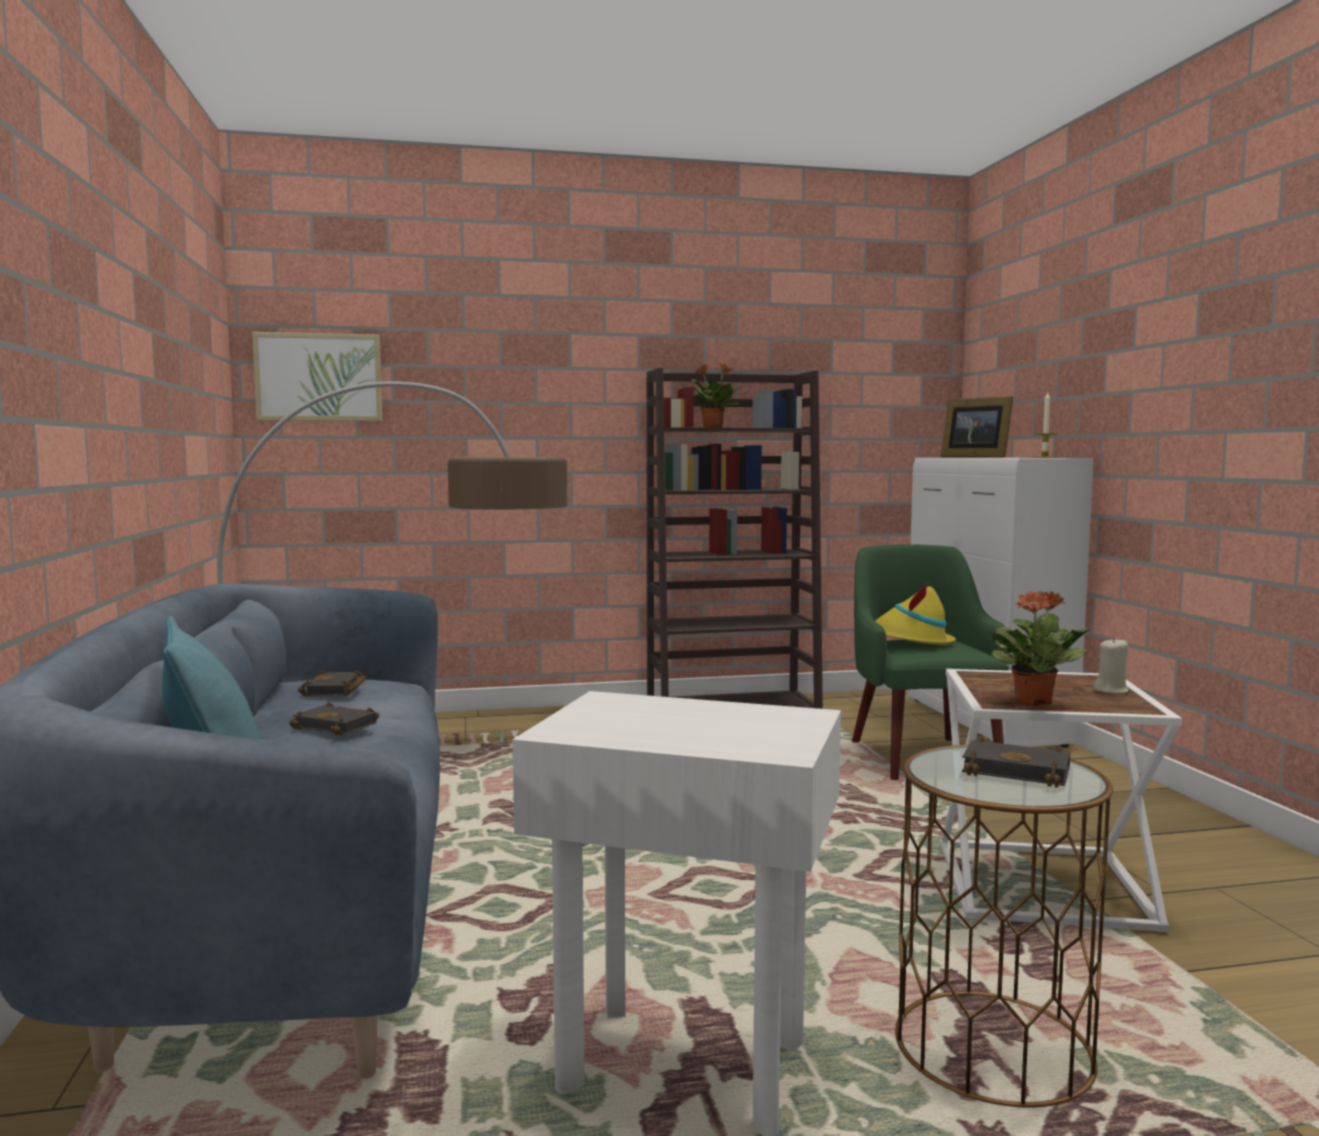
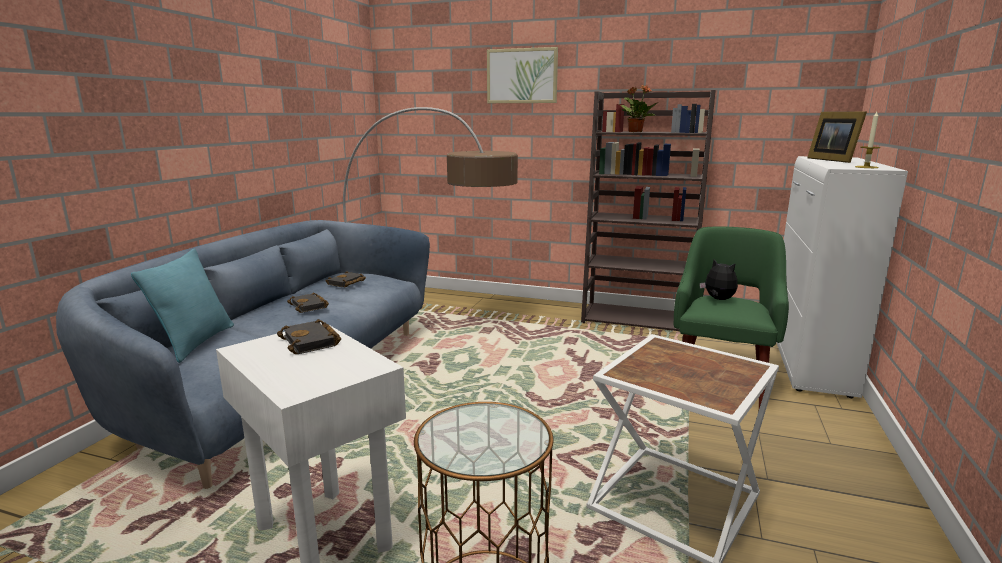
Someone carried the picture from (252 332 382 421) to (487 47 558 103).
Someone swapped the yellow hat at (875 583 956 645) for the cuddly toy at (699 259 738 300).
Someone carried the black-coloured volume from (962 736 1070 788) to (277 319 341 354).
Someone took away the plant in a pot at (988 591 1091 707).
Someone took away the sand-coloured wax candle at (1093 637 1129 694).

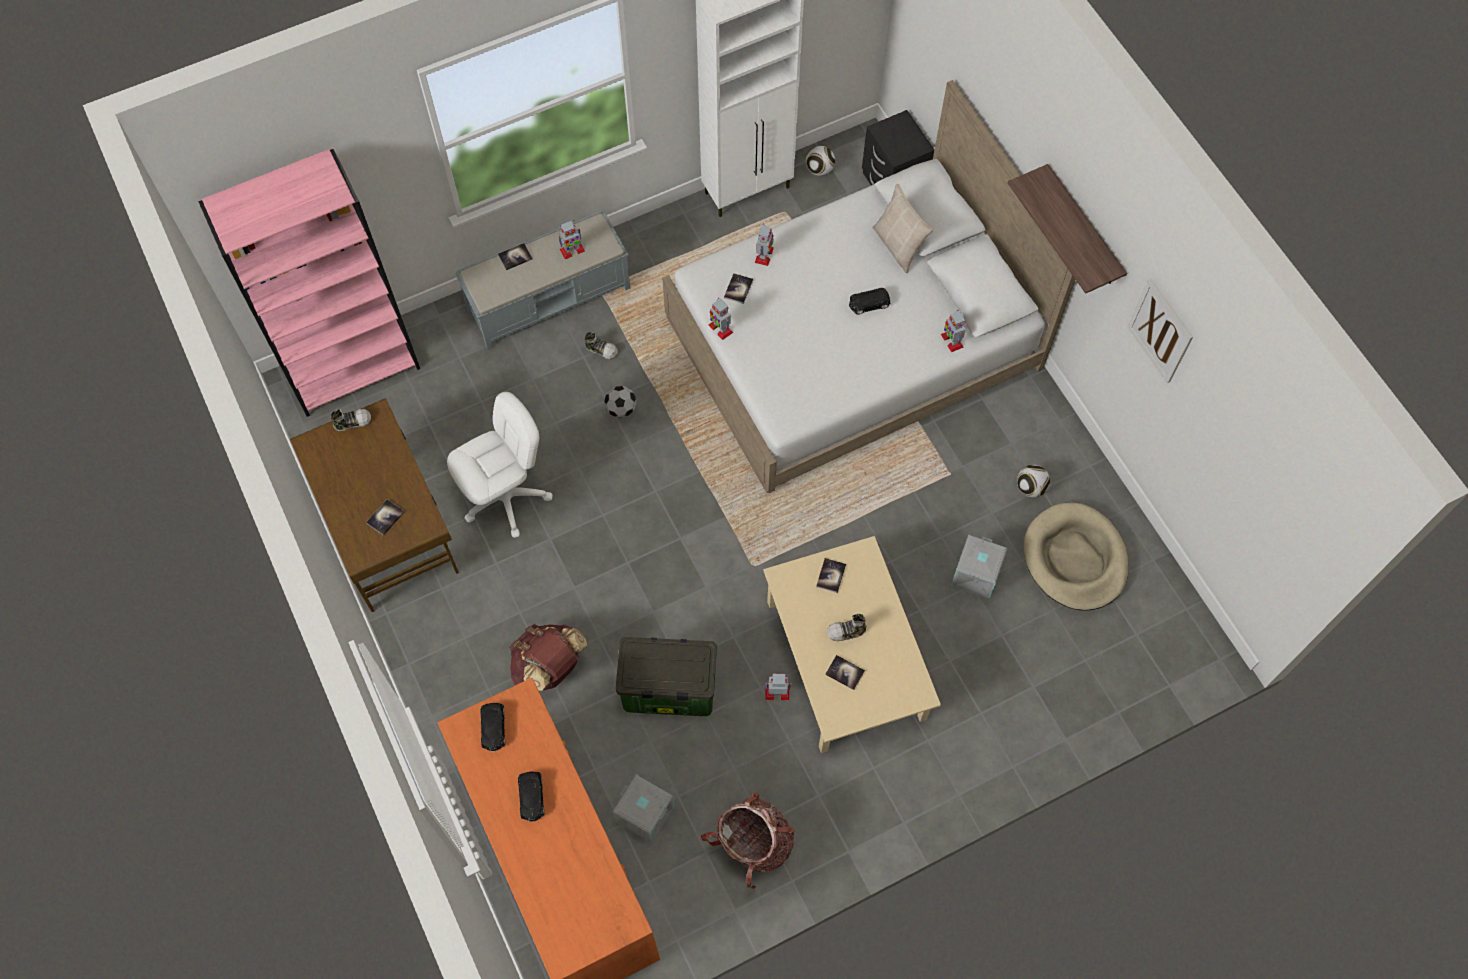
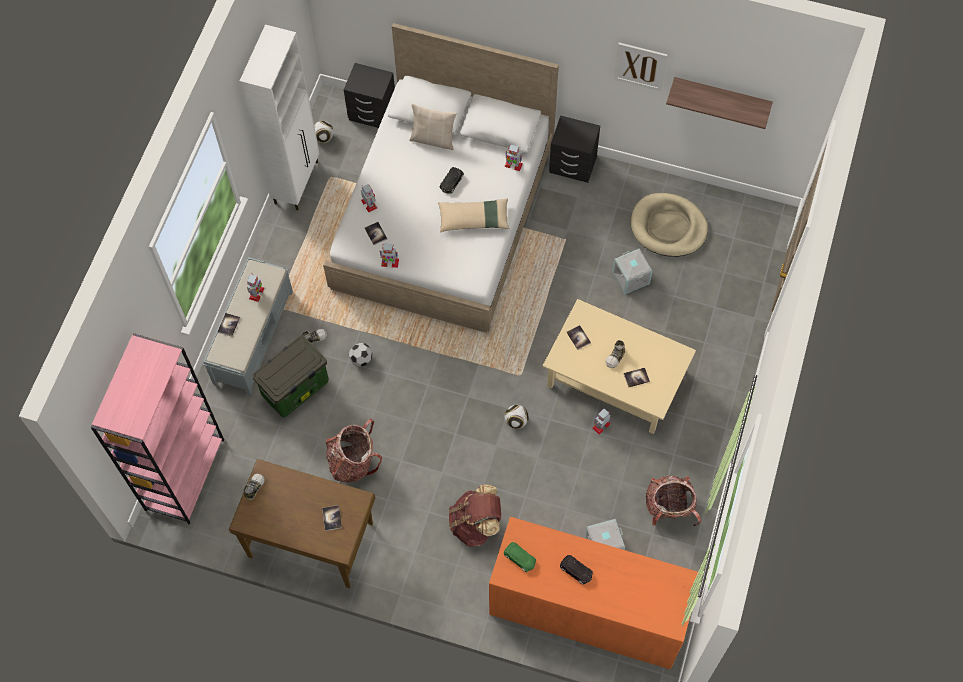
Someone swapped the white desk chair at (447 392 552 538) for the knapsack at (326 419 382 483).
Someone repainted the black-coloured toy car at (480 703 505 752), which became the green toy car at (504 542 536 572).
Someone carried the storage container from (616 637 717 716) to (252 335 329 417).
Someone carried the bracket shelf from (1008 164 1127 294) to (666 77 773 129).
Someone carried the ball for football from (1017 465 1050 497) to (504 405 529 429).
Someone put down the sand-coloured pillow at (438 198 509 232).
Someone put down the black-coloured bedside table at (549 115 600 183).

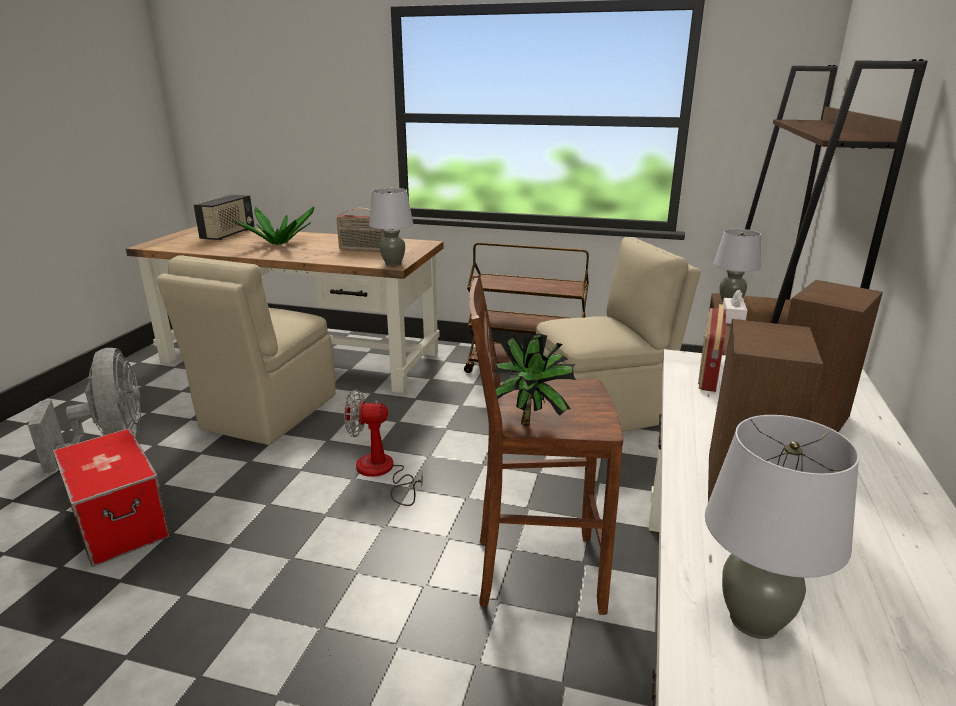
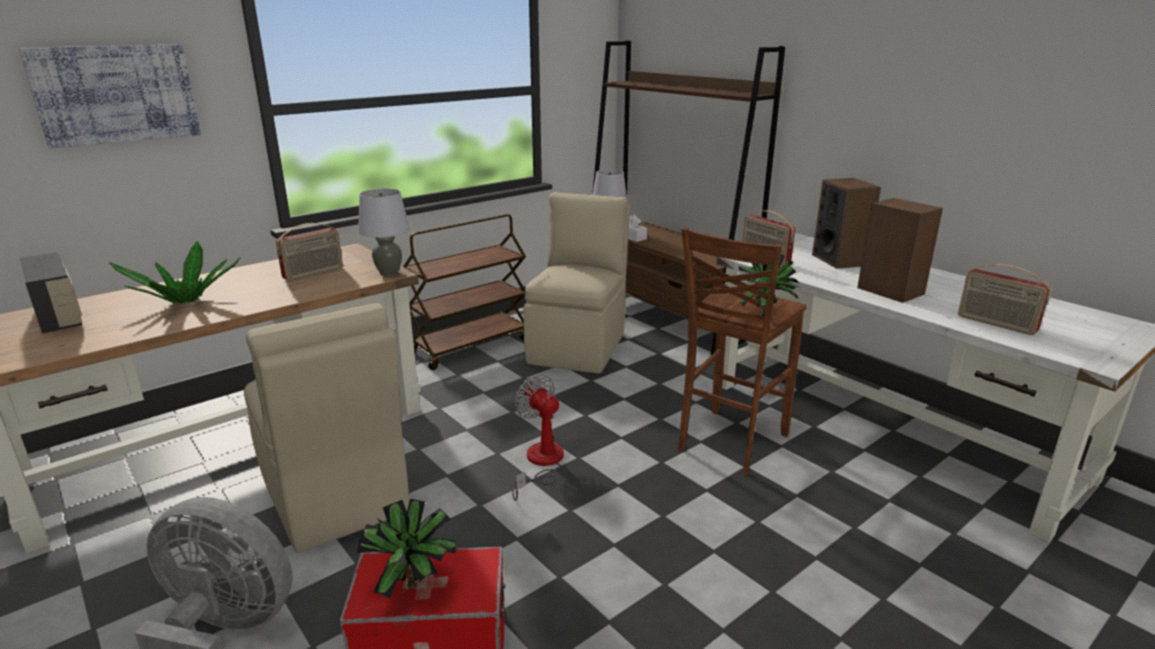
Someone rotated the fan at (344 390 423 506) by 105 degrees clockwise.
Someone swapped the grey lamp for a table at (705 415 860 639) for the radio at (958 264 1051 335).
Someone put up the picture at (19 44 201 148).
Someone put down the plant in a pot at (357 499 456 599).

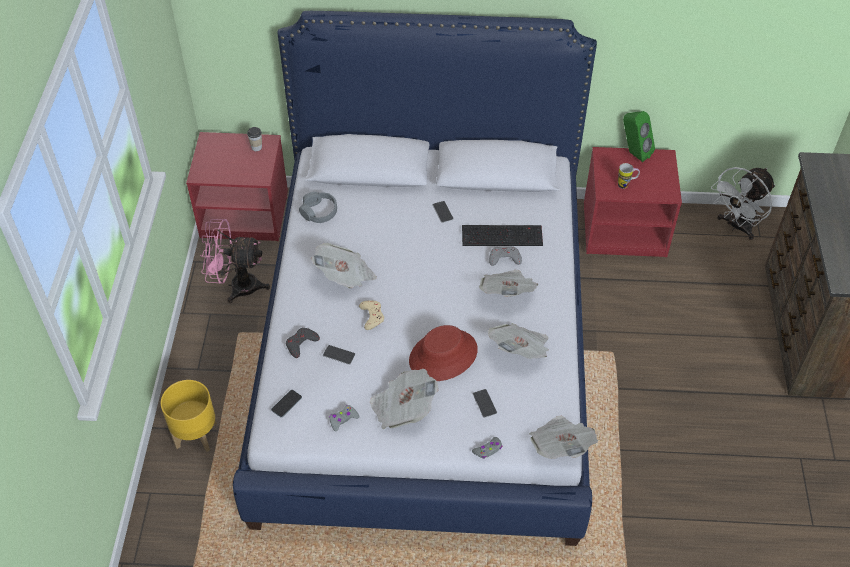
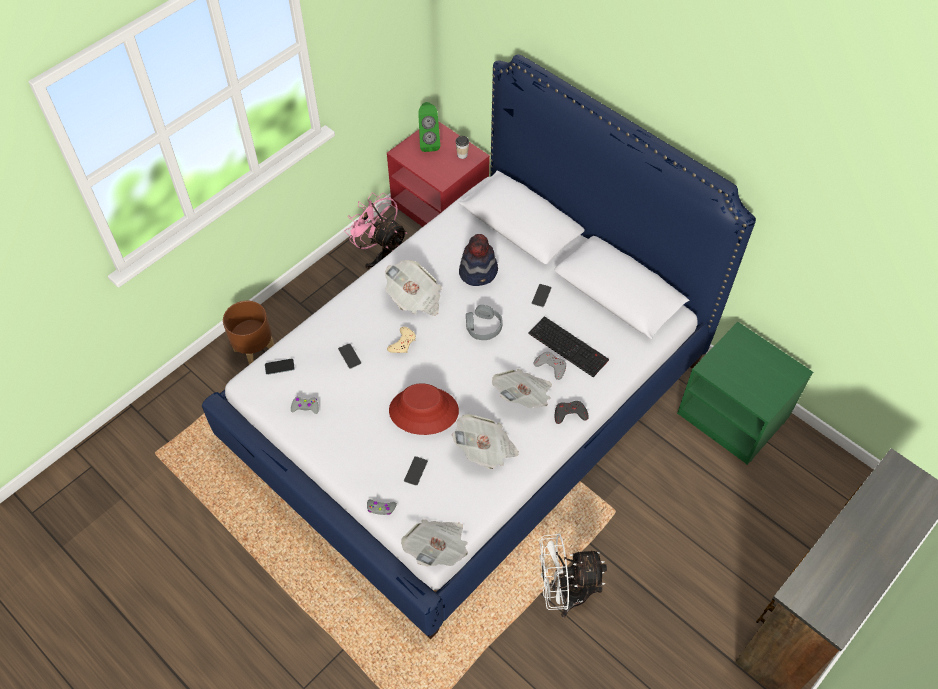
Someone repainted the yellow planter at (161 380 217 452), which became the brownish planter at (223 301 274 365).
Someone carried the grey joypad from (286 328 320 358) to (555 401 589 424).
Someone carried the grey pair of headphones from (299 192 337 223) to (466 305 503 340).
Someone took away the printed paper at (370 369 439 429).
Someone repainted the red-coloured bedside table at (584 147 682 257), which became the green bedside table at (677 322 813 465).
Someone took away the tea mug at (618 163 640 189).
Someone carried the green loudspeaker from (623 111 655 162) to (418 102 440 152).
Someone carried the white fan from (711 167 775 240) to (539 534 607 618).
Someone put down the hat at (459 234 498 286).

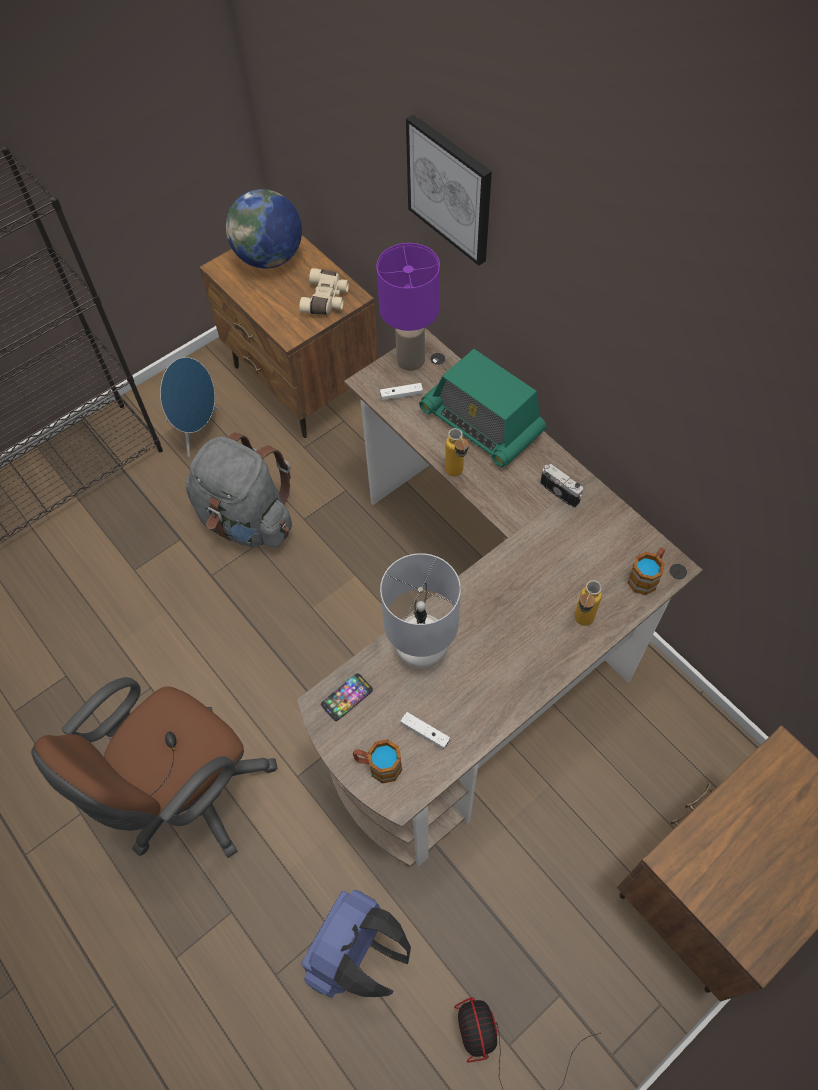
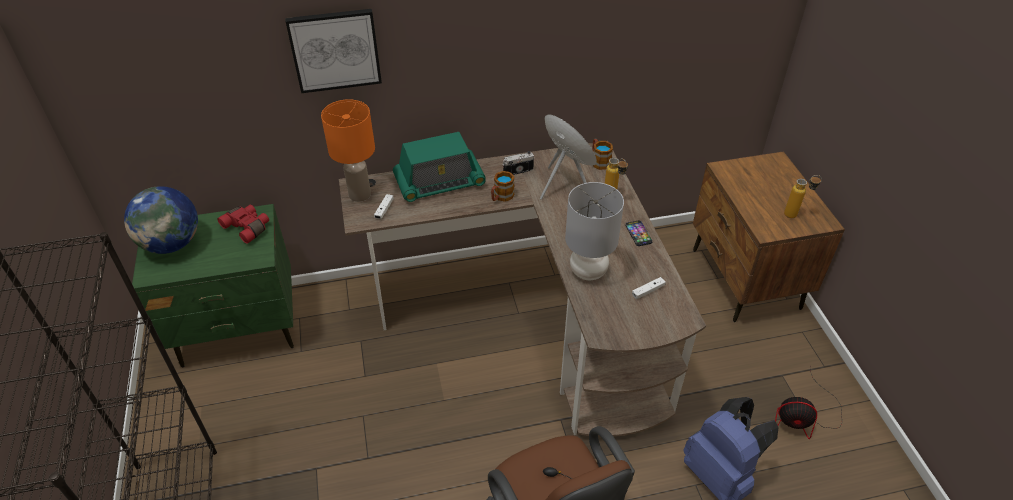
Someone carried the bluish loudspeaker from (160 357 219 457) to (540 115 597 200).
Someone took away the grey knapsack at (186 432 292 548).
Someone repainted the brownish bedside table at (200 235 378 438), which became the green bedside table at (132 204 294 367).
Someone repainted the sand-coloured field glasses at (299 268 349 314), which became the red-coloured field glasses at (217 205 269 244).
Someone carried the handset from (321 673 373 721) to (625 221 652 246).
Someone carried the tea mug from (353 739 402 784) to (491 171 515 202).
Someone repainted the purple lamp for a table at (376 243 440 371), which became the orangey lamp for a table at (321 99 375 202).
Someone carried the bottle from (445 428 469 477) to (784 175 822 218).

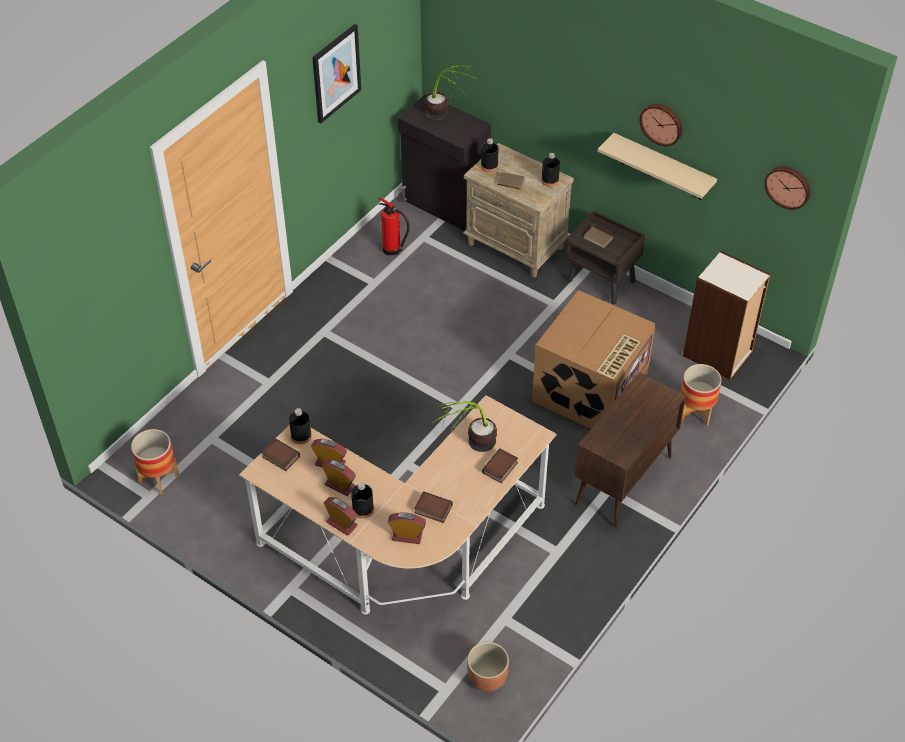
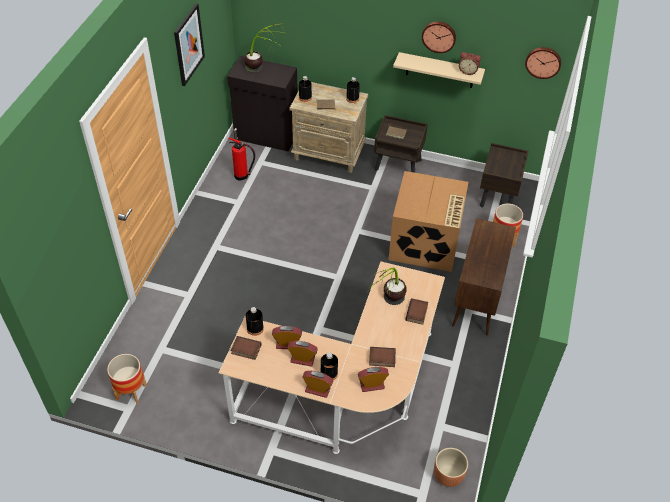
Someone swapped the bookcase at (683 251 770 380) for the brownish bedside table at (480 143 529 207).
Someone put down the bedside clock at (459 52 481 75).

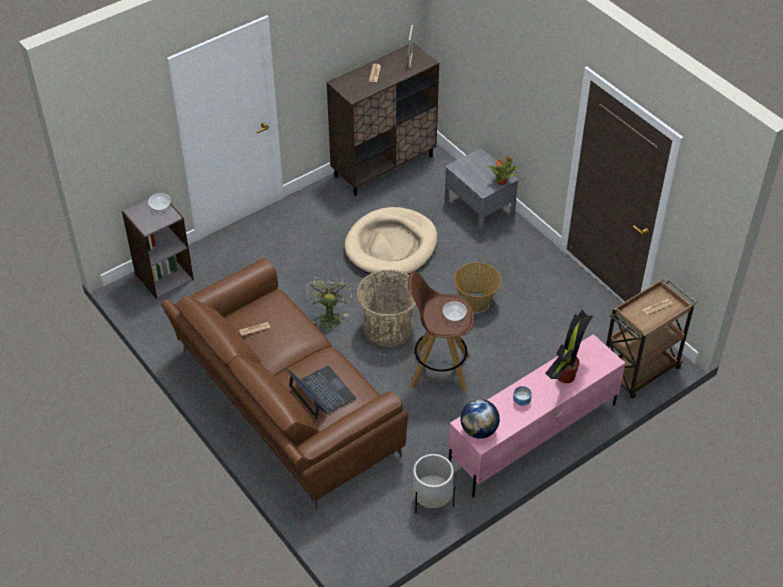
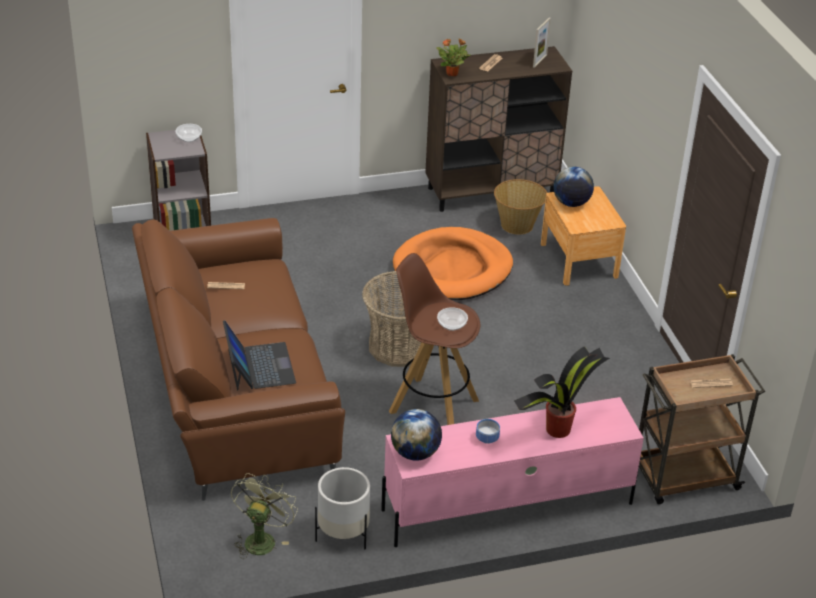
Someone carried the green fan from (306 275 353 333) to (231 473 298 559).
Someone repainted the sand-coloured dog cushion at (345 207 438 277), which became the orangey dog cushion at (393 227 513 300).
Someone repainted the grey bedside table at (444 148 518 235), which became the brownish bedside table at (541 186 626 286).
Someone carried the household basket from (454 262 501 312) to (494 179 547 235).
Someone carried the plant in a pot from (488 156 519 185) to (436 38 470 76).
Someone put down the world globe at (554 167 594 207).

